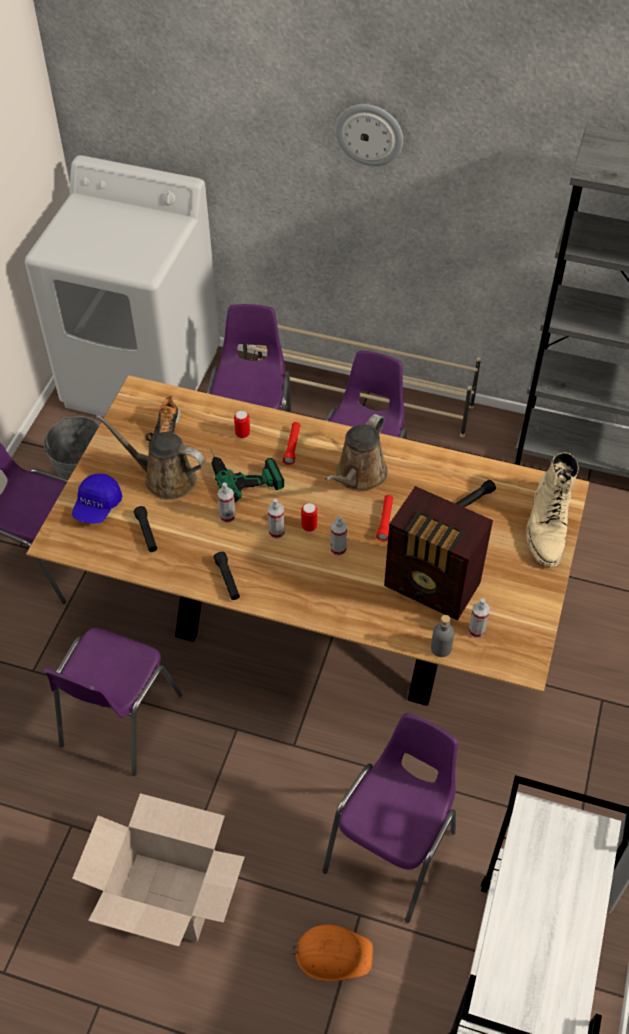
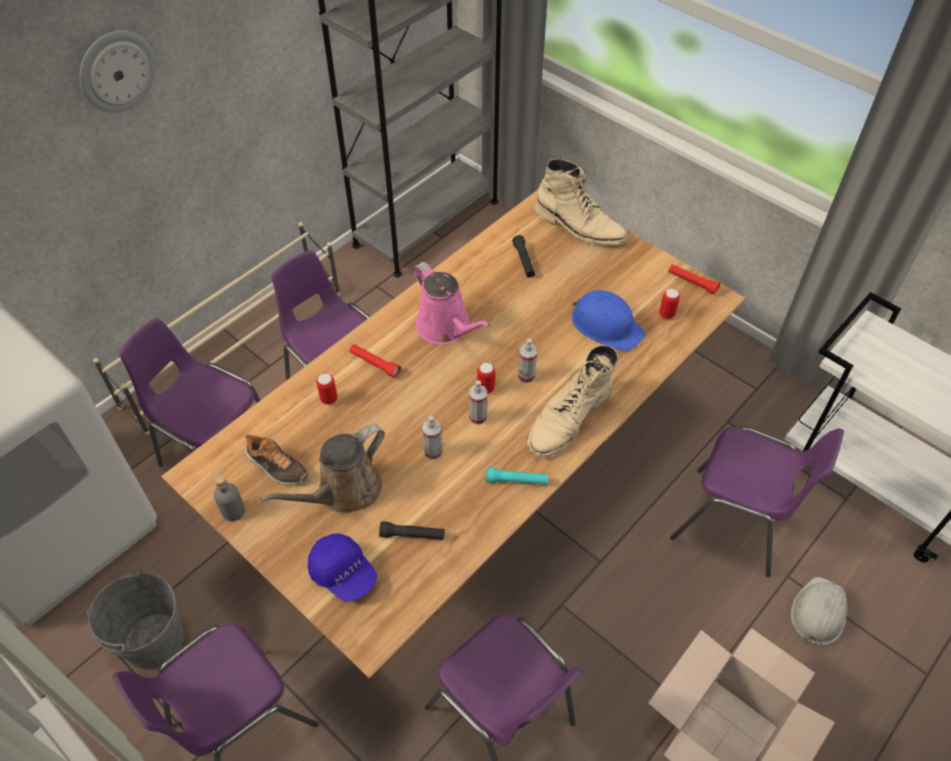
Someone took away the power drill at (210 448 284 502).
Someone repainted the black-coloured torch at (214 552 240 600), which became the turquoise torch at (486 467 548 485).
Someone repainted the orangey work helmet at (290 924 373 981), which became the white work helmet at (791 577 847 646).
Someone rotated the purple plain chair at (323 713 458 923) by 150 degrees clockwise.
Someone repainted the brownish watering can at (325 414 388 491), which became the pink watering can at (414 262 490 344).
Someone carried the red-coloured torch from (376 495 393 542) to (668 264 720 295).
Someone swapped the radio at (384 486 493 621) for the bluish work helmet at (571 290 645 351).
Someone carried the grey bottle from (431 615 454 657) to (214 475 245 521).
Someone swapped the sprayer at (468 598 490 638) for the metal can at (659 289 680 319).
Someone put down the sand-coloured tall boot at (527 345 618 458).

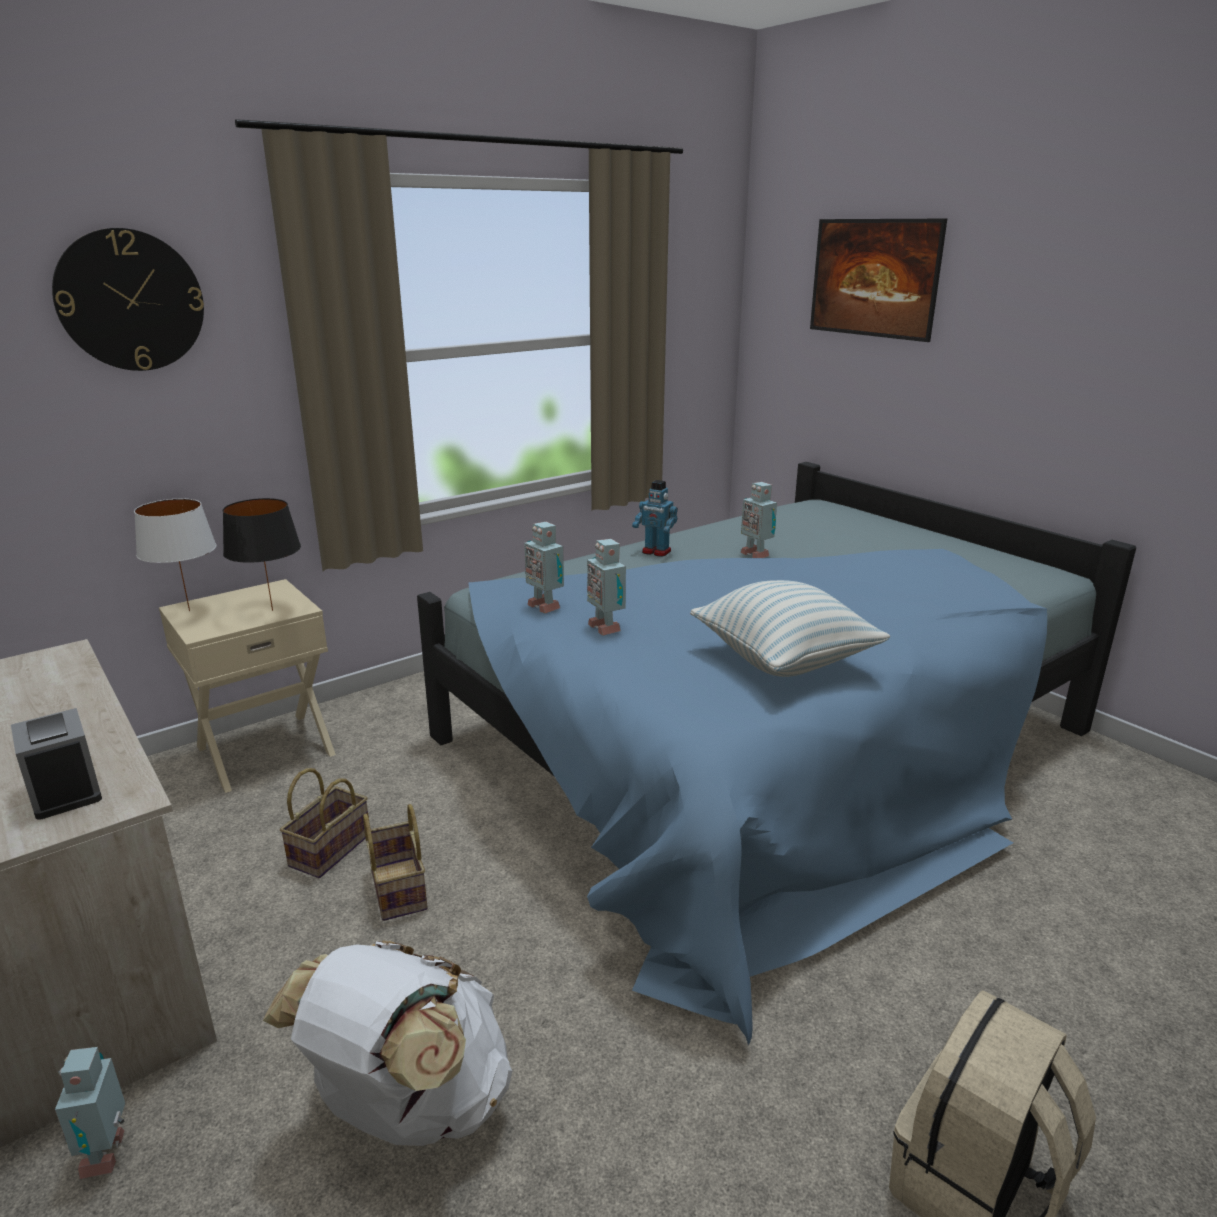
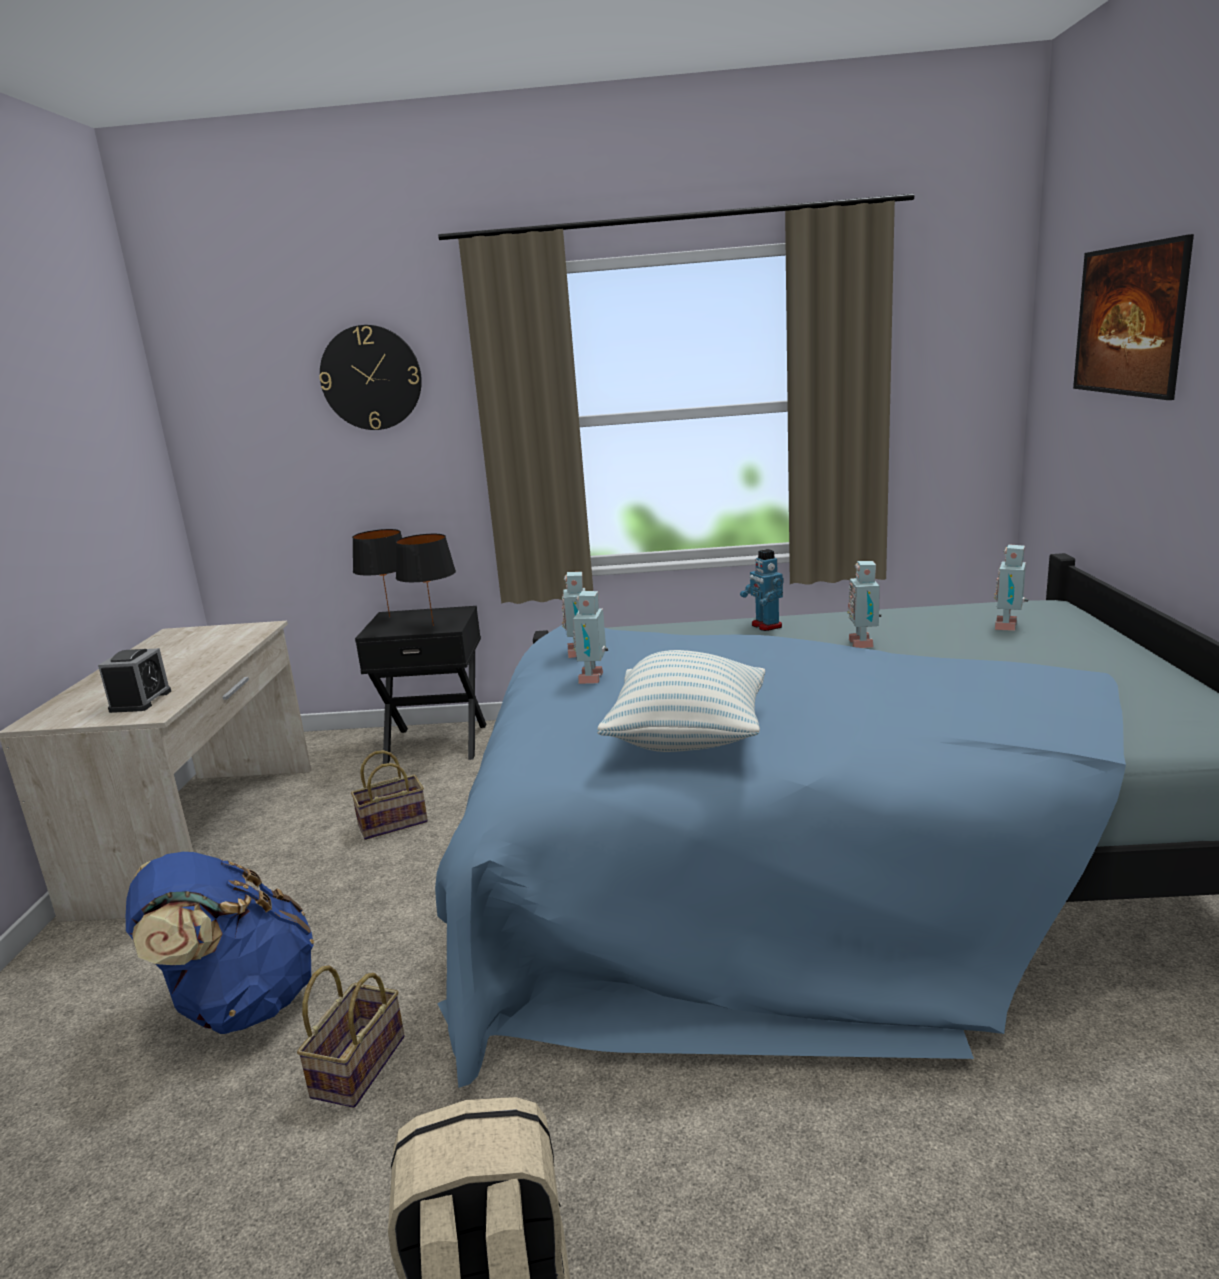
Someone carried the toy robot from (55 1047 125 1179) to (994 544 1028 631).
Someone repainted the white lamp for a table at (134 499 216 611), which became the black-coloured lamp for a table at (352 529 402 617).
Someone repainted the sand-coloured bedside table at (159 579 336 793), which became the black-coloured bedside table at (355 606 486 764).
Someone repainted the white knapsack at (263 941 512 1146), which became the bluish knapsack at (126 852 314 1034).
Someone carried the household basket from (363 804 428 921) to (297 965 405 1108).

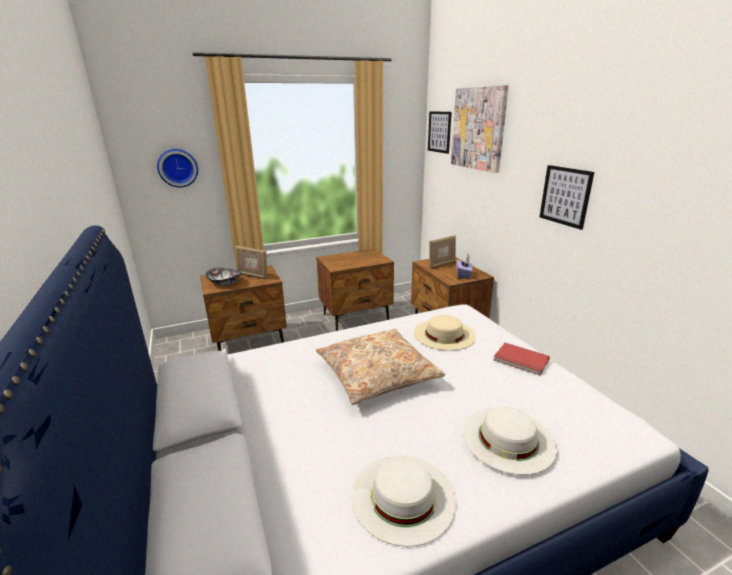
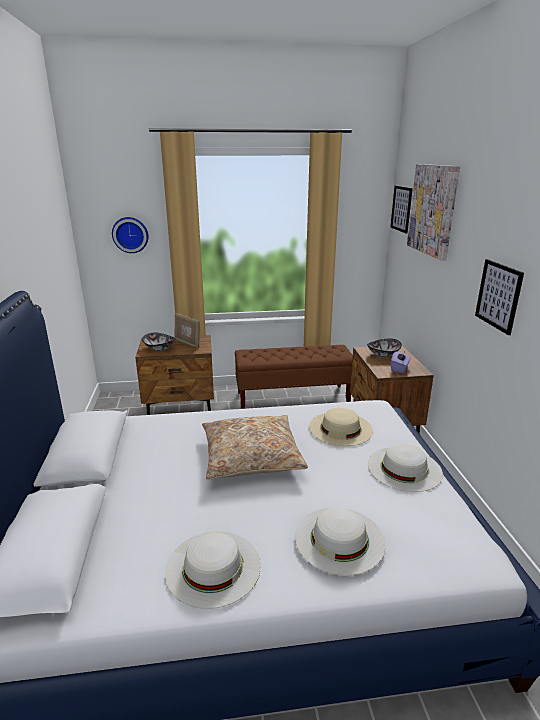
Someone swapped the brownish bedside table at (316 249 394 331) for the brownish indoor bench at (235 345 353 409).
Someone swapped the picture frame at (429 235 456 269) for the bowl at (367 339 402 357).
Someone swapped the red-coloured volume at (494 343 550 376) for the white hat at (368 444 443 492).

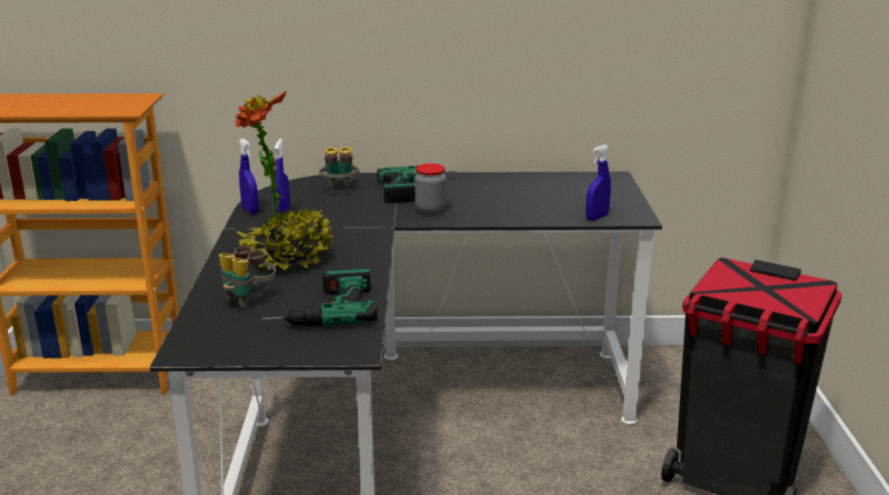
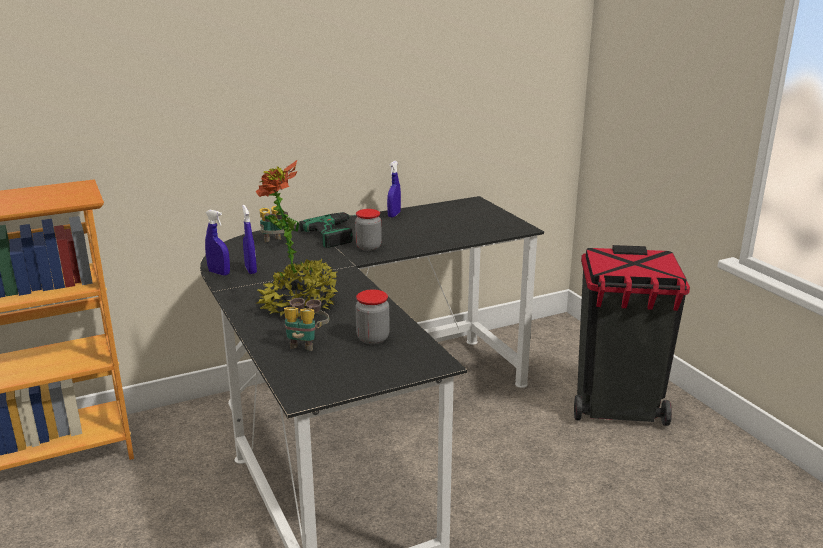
Someone swapped the power drill at (262 268 377 326) for the storage jar at (355 289 390 344).
Someone carried the bluish sprayer from (586 145 611 221) to (387 161 401 218).

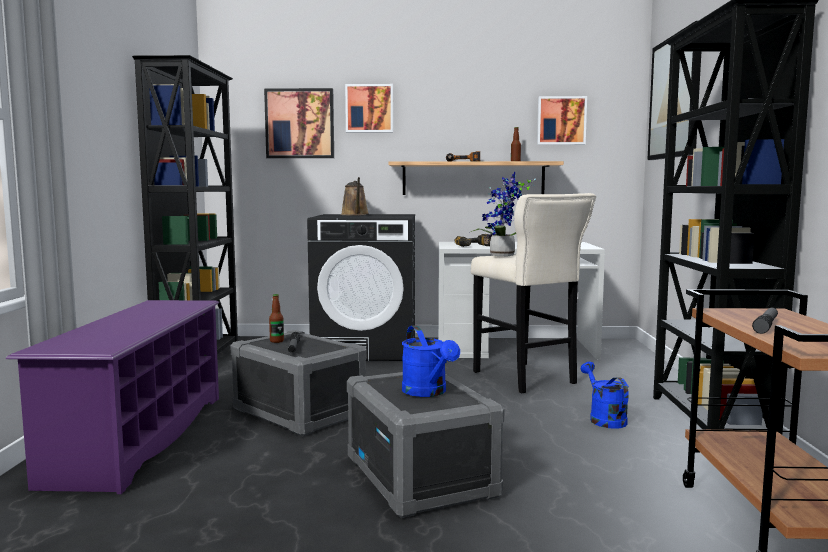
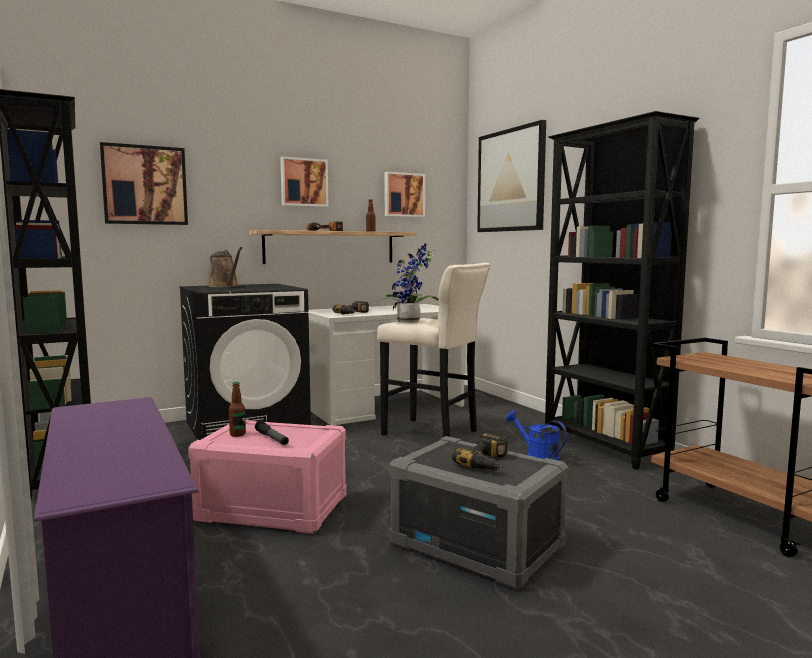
Someone repainted the grey storage container at (230 330 367 437), which became the pink storage container at (188 419 347 534).
Someone carried the picture from (345 84 393 133) to (280 156 329 207).
Someone swapped the bluish watering can at (402 325 460 397) for the power drill at (452 433 508 470).
Someone took away the torch at (752 308 778 334).

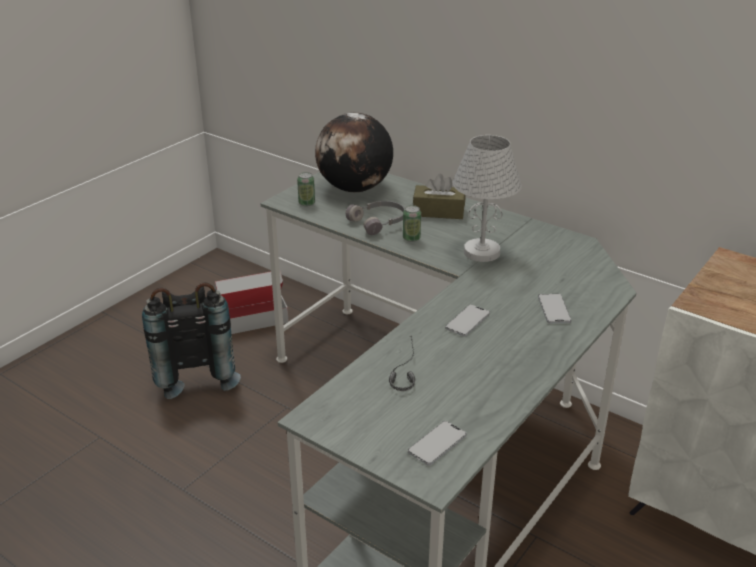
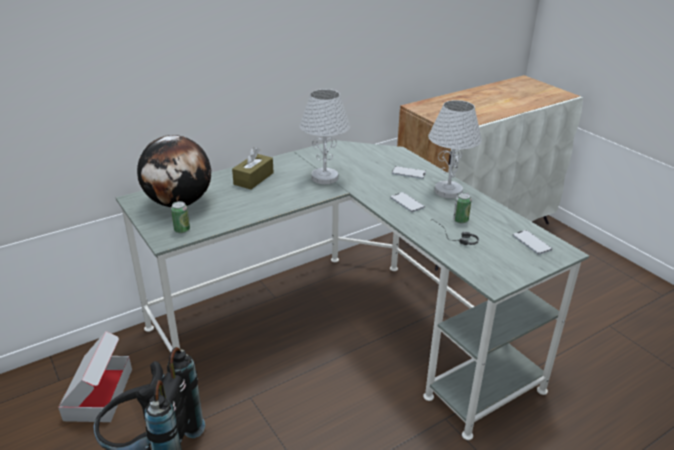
Someone took away the grey pair of headphones at (346 201 405 235).
Someone carried the metal can from (403 205 421 242) to (453 192 472 223).
Someone put down the white lamp for a table at (428 100 482 198).

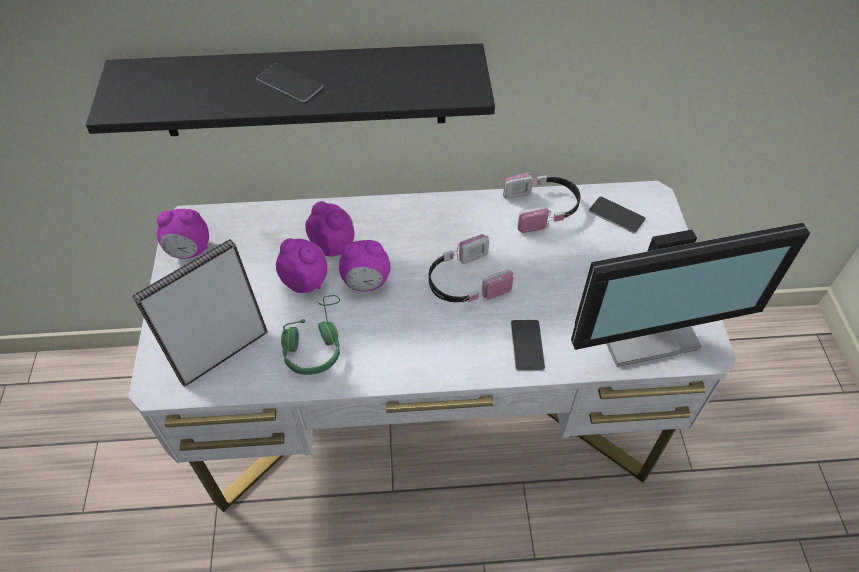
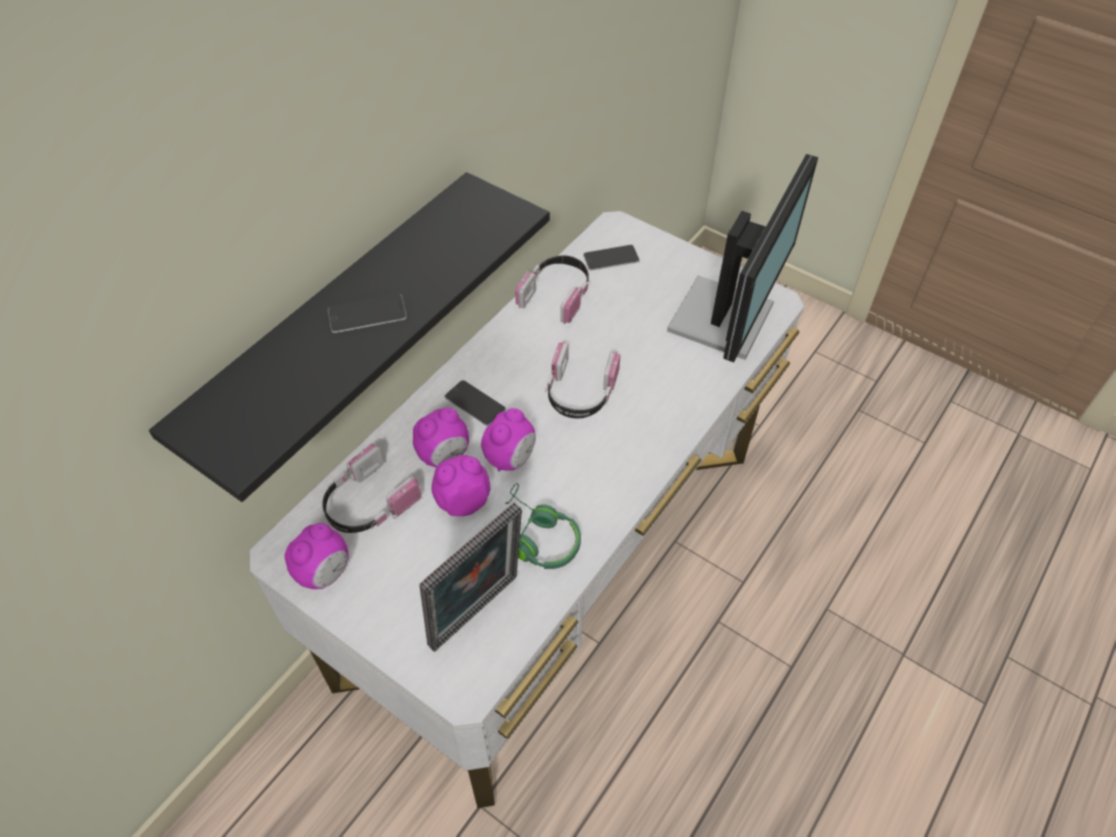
Someone rotated the picture frame at (132 239 268 387) by 135 degrees counterclockwise.
Someone rotated the bedside clock at (305 201 355 257) by 150 degrees clockwise.
Someone carried the handset from (511 320 545 371) to (444 380 506 426).
Someone put down the pair of headphones at (322 444 421 533).

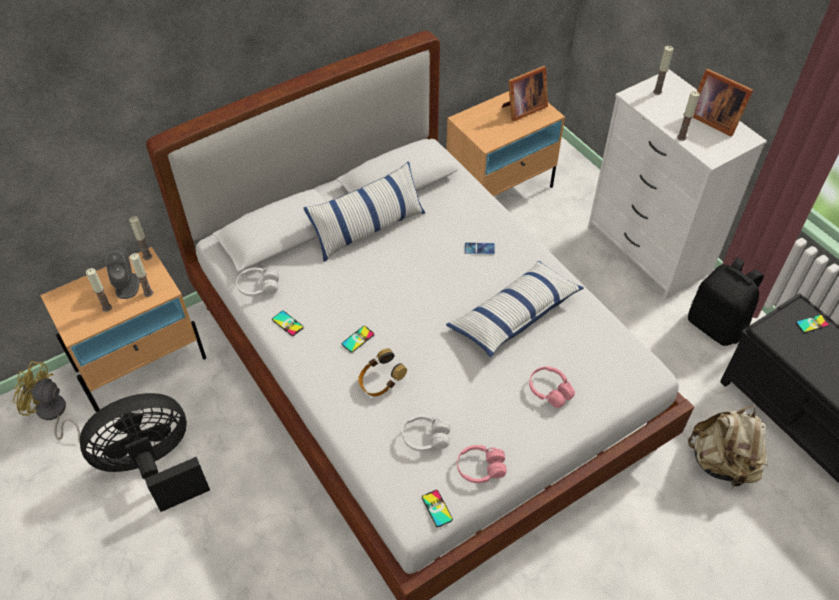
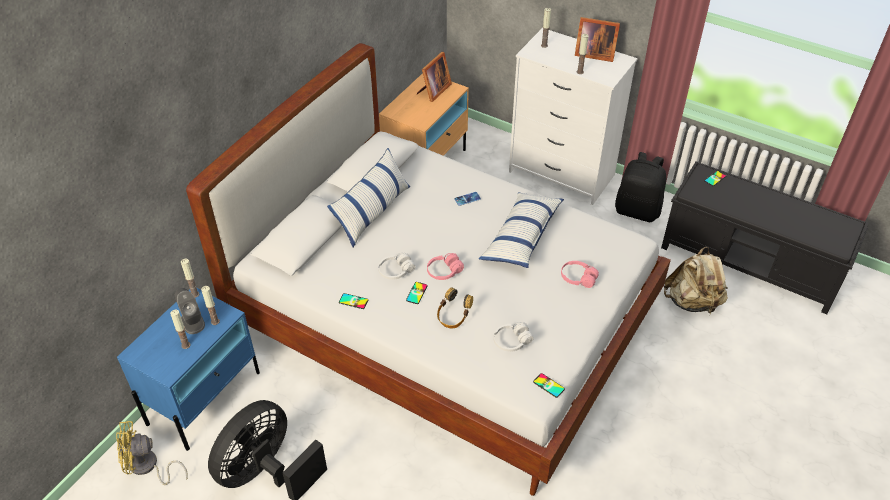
Someone repainted the sand-coloured bedside table at (40 247 206 412), which became the bluish bedside table at (117 288 260 451).
Someone carried the white pair of headphones from (236 268 279 297) to (378 253 415 280).
Someone carried the pink pair of headphones from (457 445 507 483) to (427 253 464 280).

